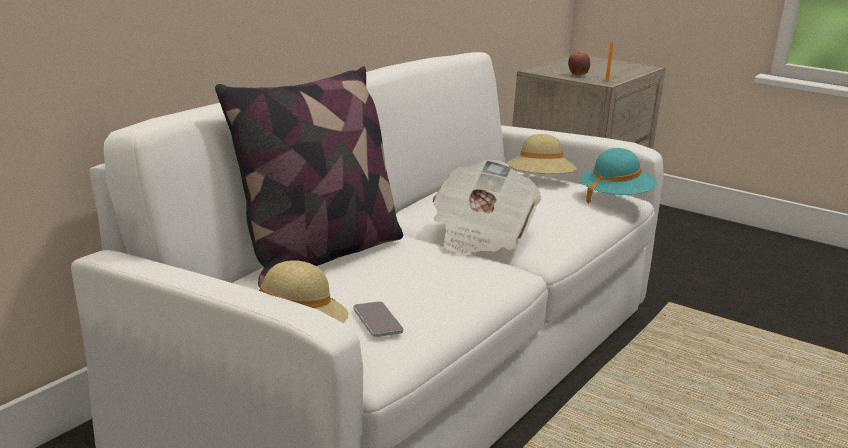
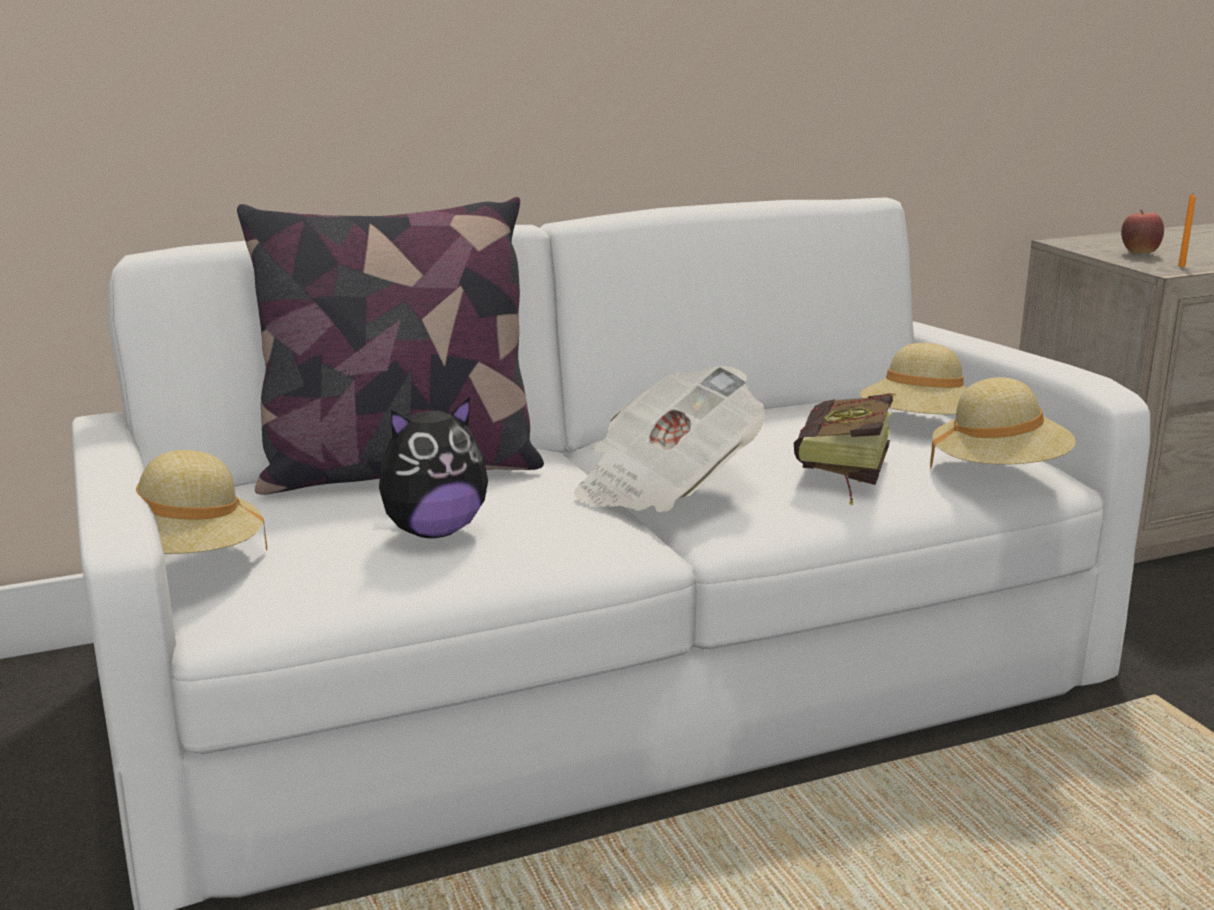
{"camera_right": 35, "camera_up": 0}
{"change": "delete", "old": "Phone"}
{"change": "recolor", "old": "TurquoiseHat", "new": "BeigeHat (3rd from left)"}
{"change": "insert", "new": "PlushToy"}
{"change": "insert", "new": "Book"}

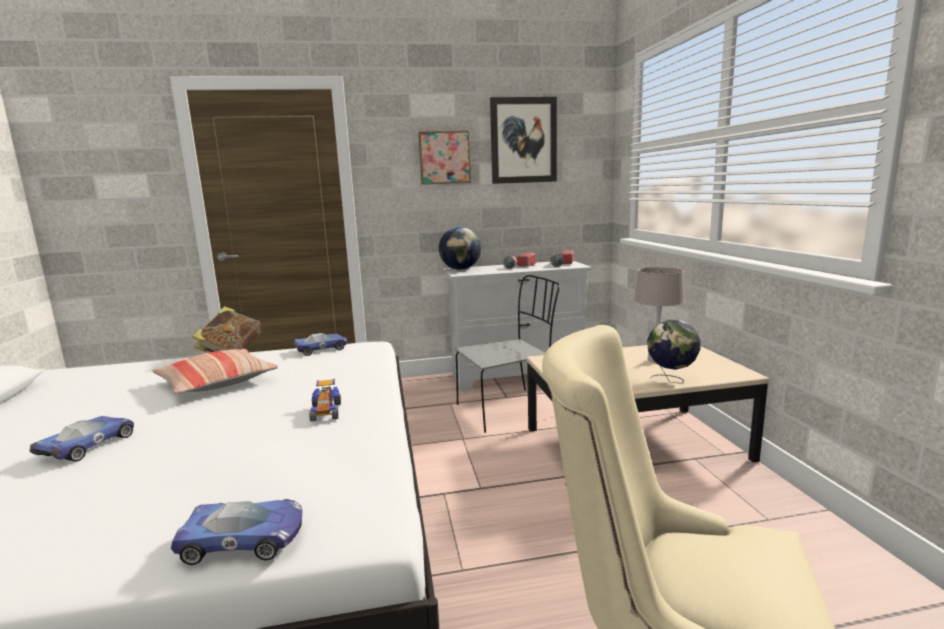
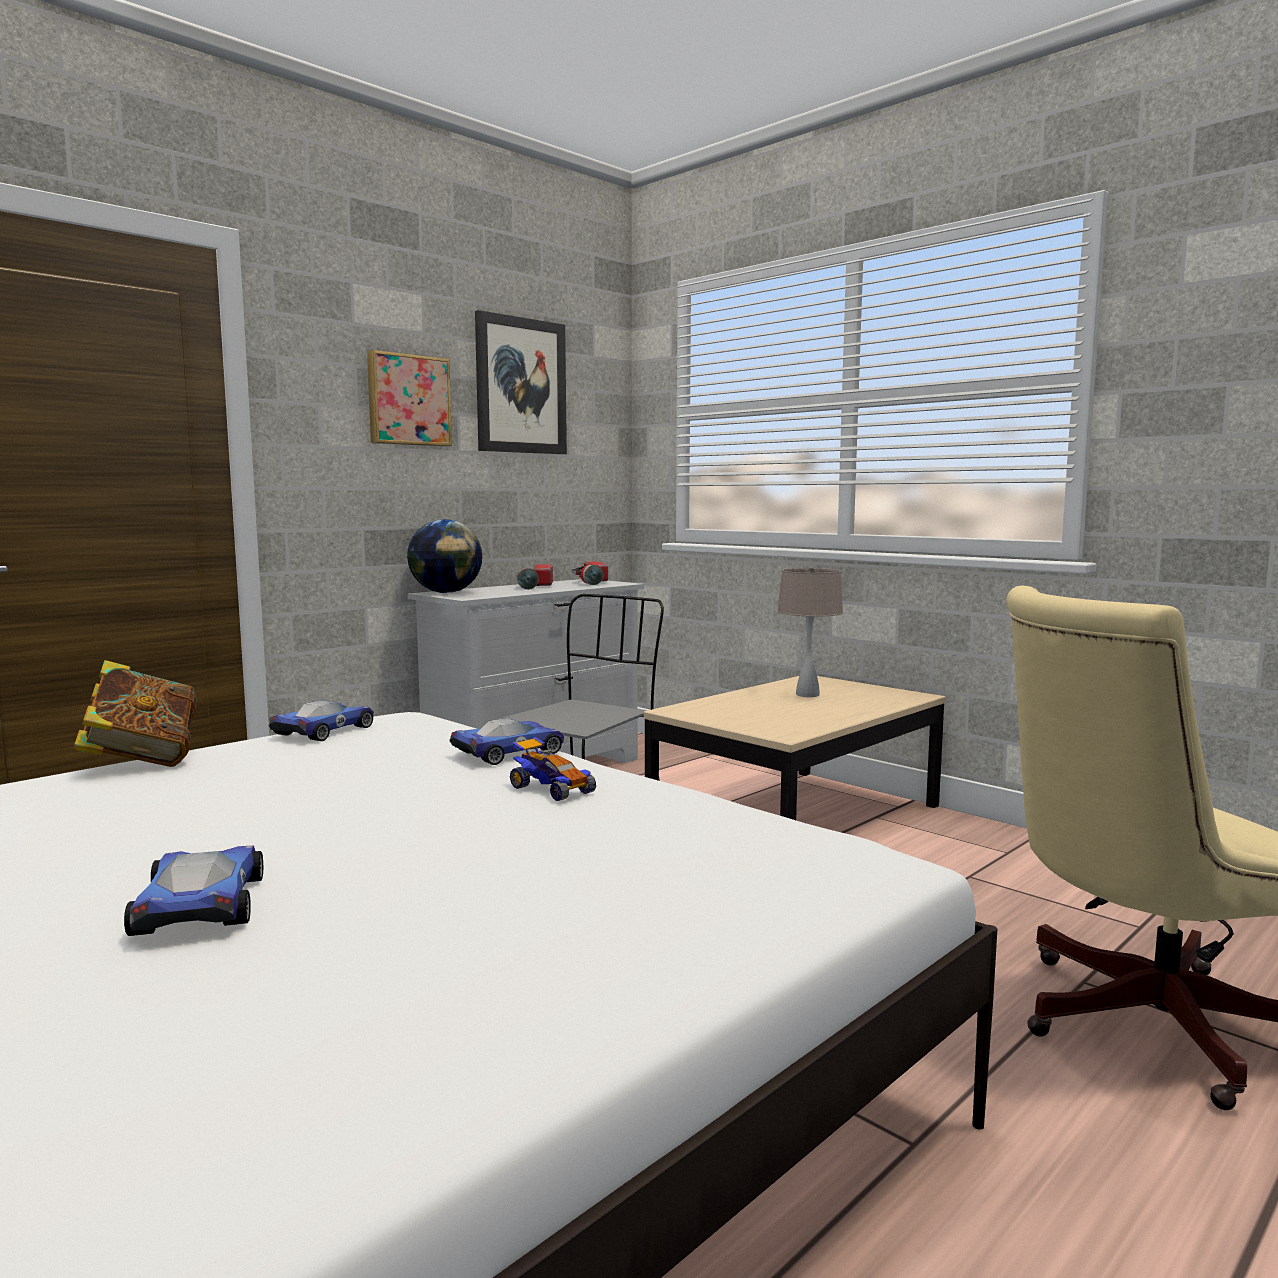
{"camera_right": -35, "camera_up": -5}
{"change": "delete", "old": "Pillow"}
{"change": "move", "old": "ToyCar (2nd from left in the first image)", "new": "ToyCar (3rd from left)"}
{"change": "delete", "old": "Globe (2nd from left)"}

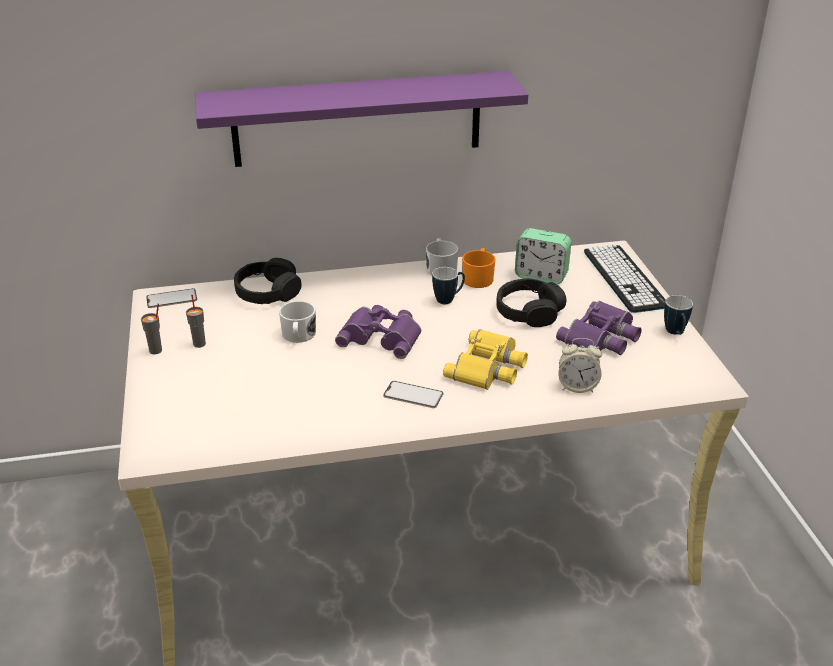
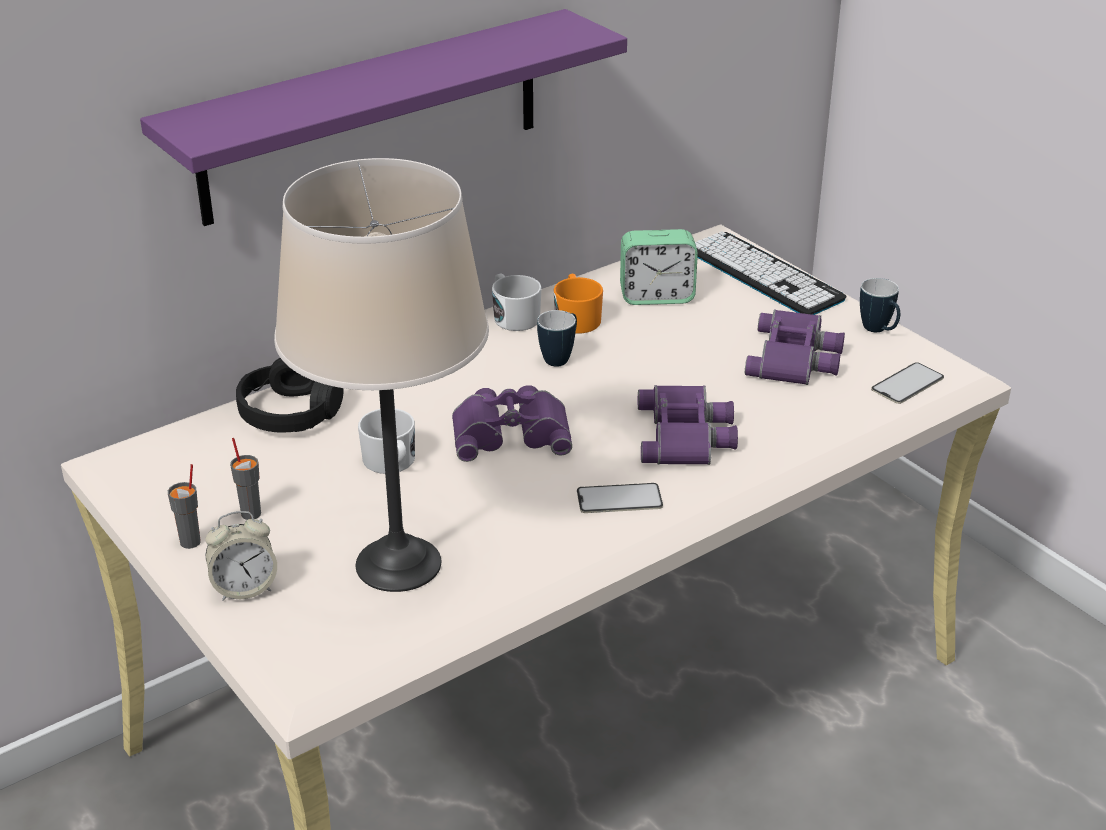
{"camera_right": -25, "camera_up": 0}
{"change": "move", "old": "Phone (1st from left in the first image)", "new": "Phone (2nd from left)"}
{"change": "recolor", "old": "YellowBinoculars", "new": "PurpleBinoculars (2nd from left)"}
{"change": "delete", "old": "BlackHeadphones (2nd from left)"}
{"change": "move", "old": "AlarmClock (2nd from left in the first image)", "new": "AlarmClock (1st from left)"}
{"change": "insert", "new": "BeigeTableLamp"}

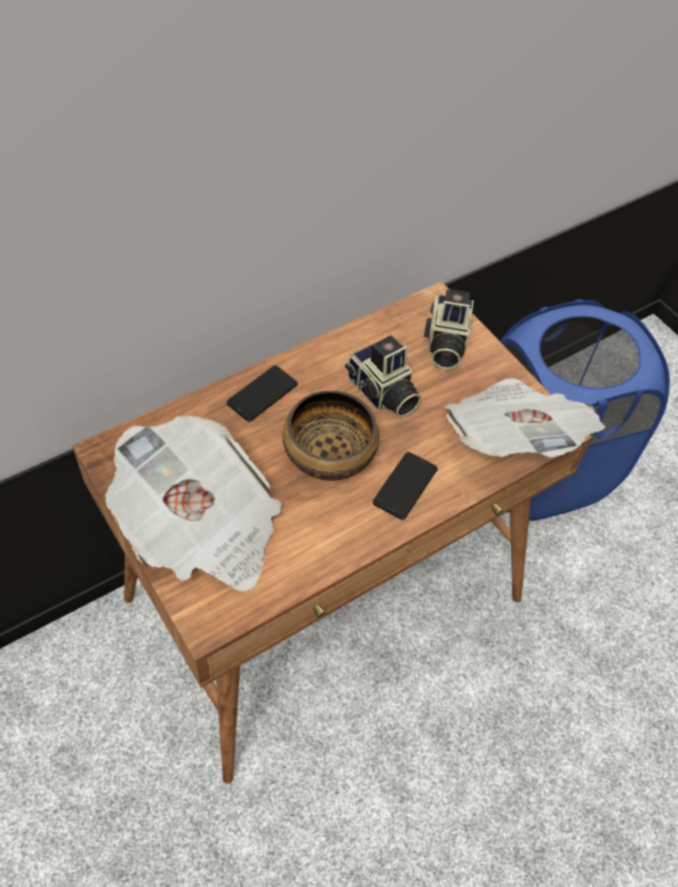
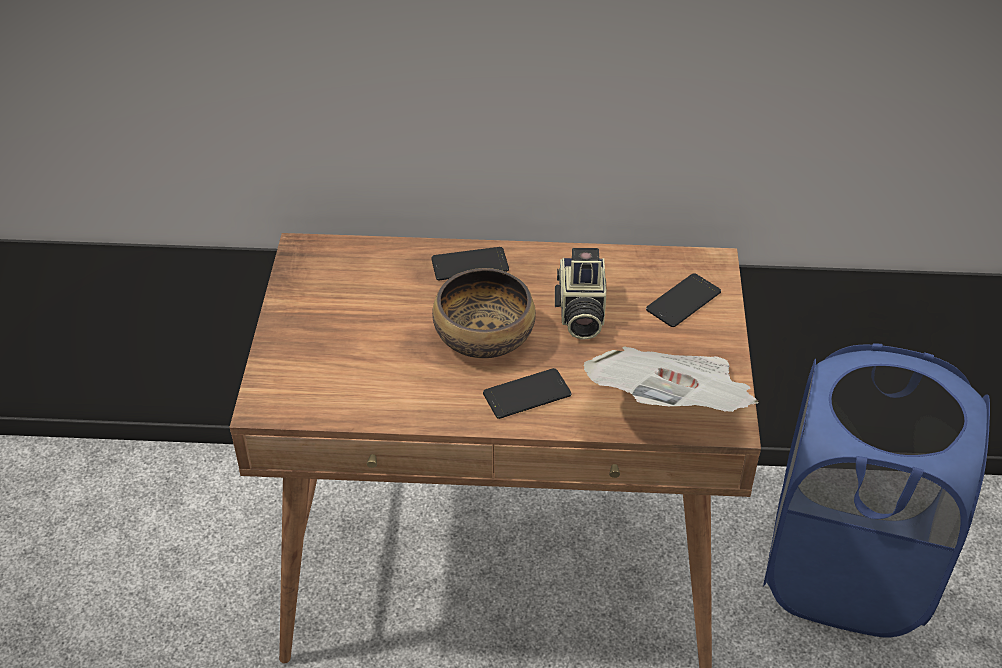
{"camera_right": 40, "camera_up": -10}
{"change": "delete", "old": "Newspaper (1st from left)"}
{"change": "replace", "old": "PhotoCamera (2nd from left)", "new": "Phone (3rd from left)"}

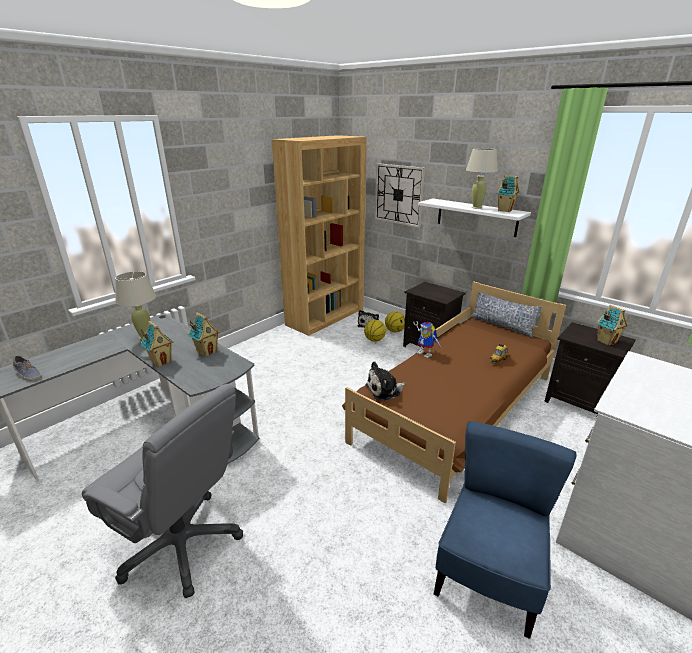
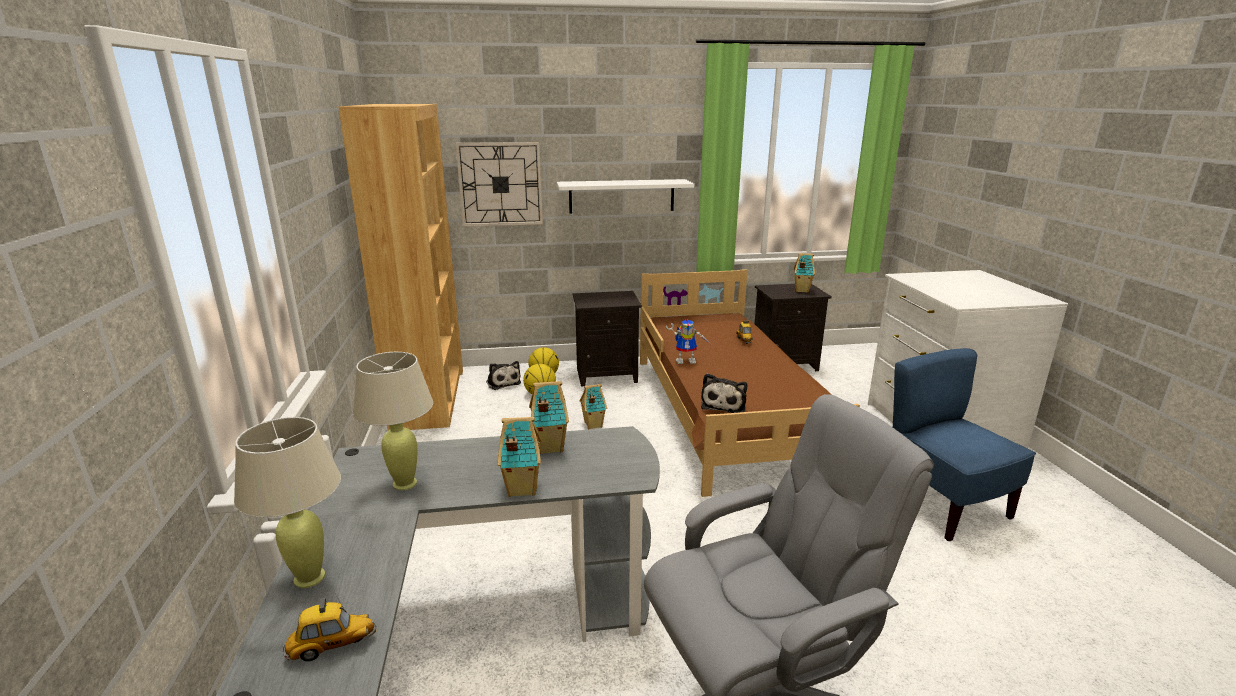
{"camera_right": -50, "camera_up": -5}
{"change": "replace", "old": "Shoe", "new": "ToyCar (1st from left)"}
{"change": "move", "old": "BeigeTableLamp (2nd from left in the first image)", "new": "BeigeTableLamp (1st from left)"}
{"change": "delete", "old": "Pillow"}
{"change": "move", "old": "ToyHouse (3rd from left)"}

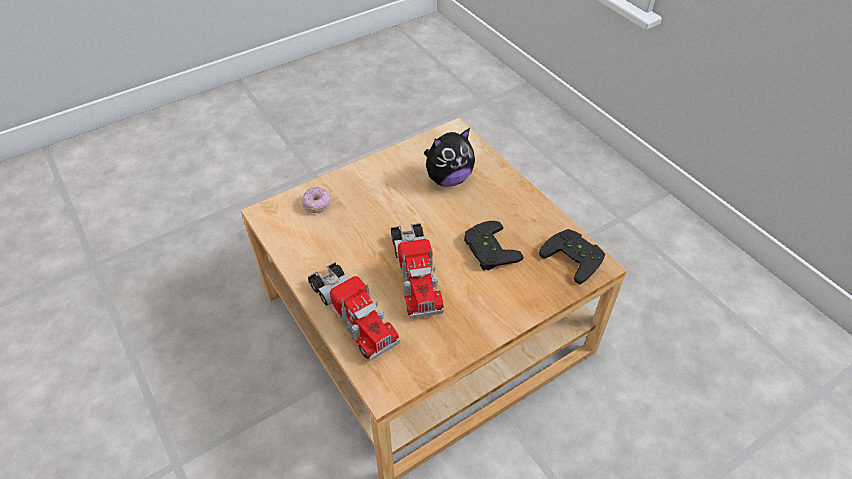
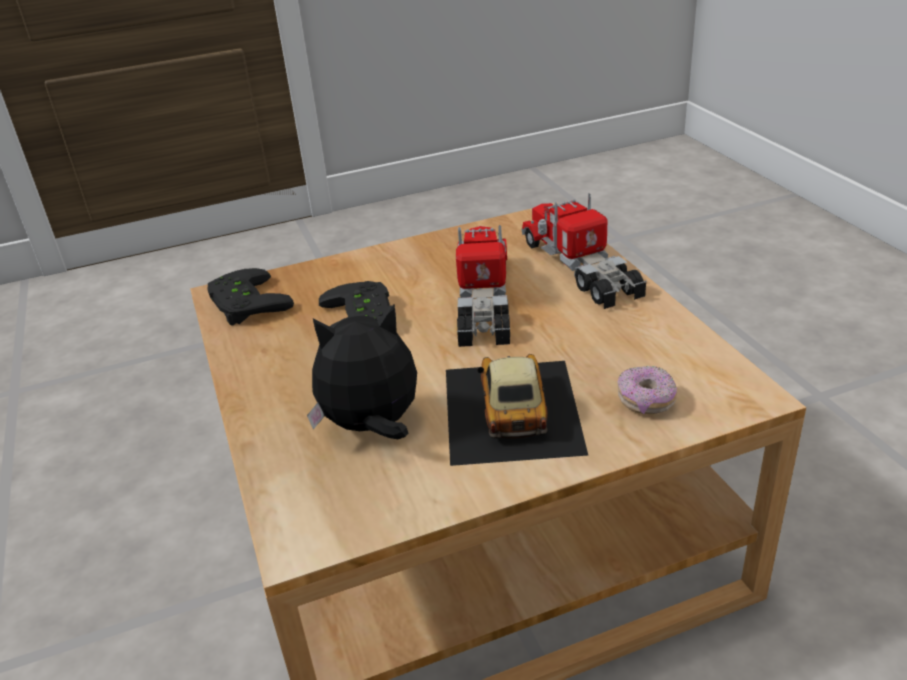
{"camera_right": -165, "camera_up": -15}
{"change": "insert", "new": "ToyCar"}

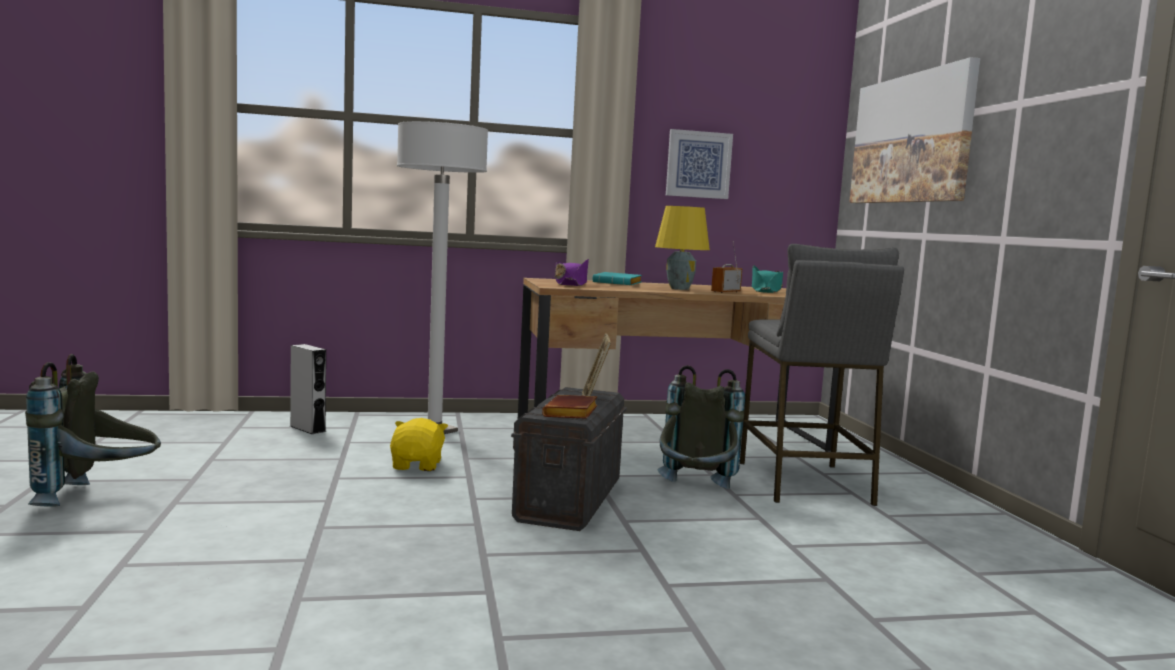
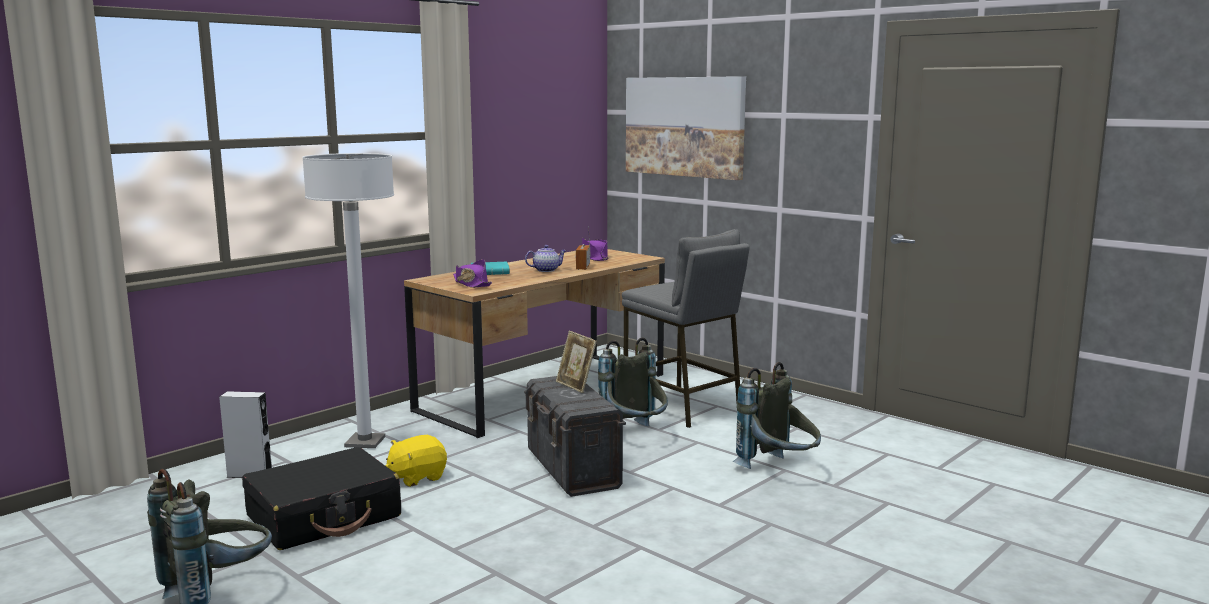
{"camera_right": -35, "camera_up": 5}
{"change": "rotate", "old": "YellowPlushToy", "degrees": -90}
{"change": "delete", "old": "BrownBook"}
{"change": "replace", "old": "YellowTableLamp", "new": "Teapot"}
{"change": "delete", "old": "Picture (1st from left)"}
{"change": "recolor", "old": "TurquoiseHat", "new": "PurpleHat (2nd from left)"}
{"change": "insert", "new": "BlackSuitcase"}
{"change": "insert", "new": "GreyBackpack (3rd from left)"}

